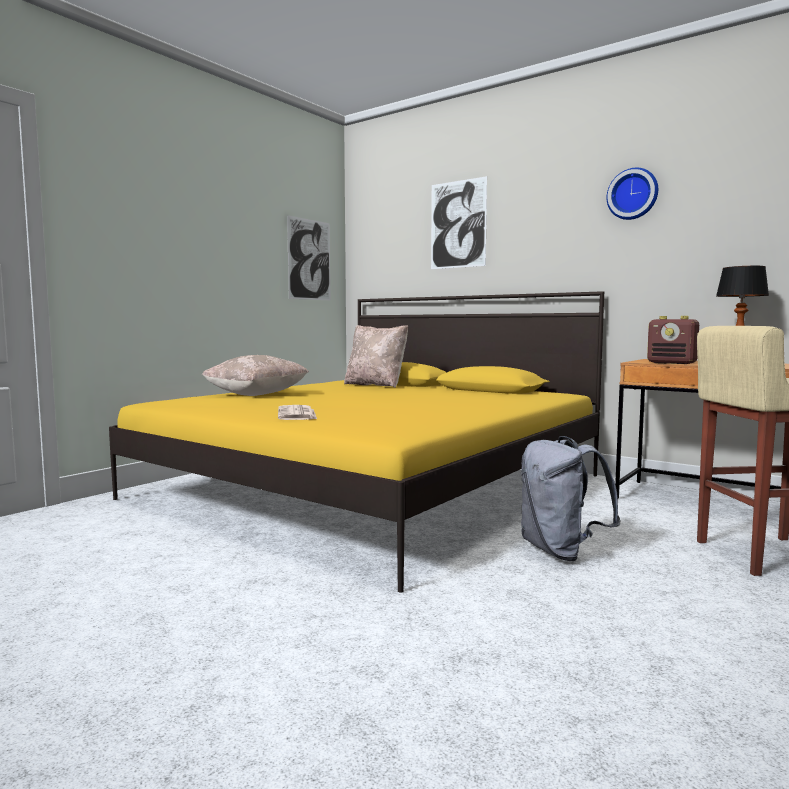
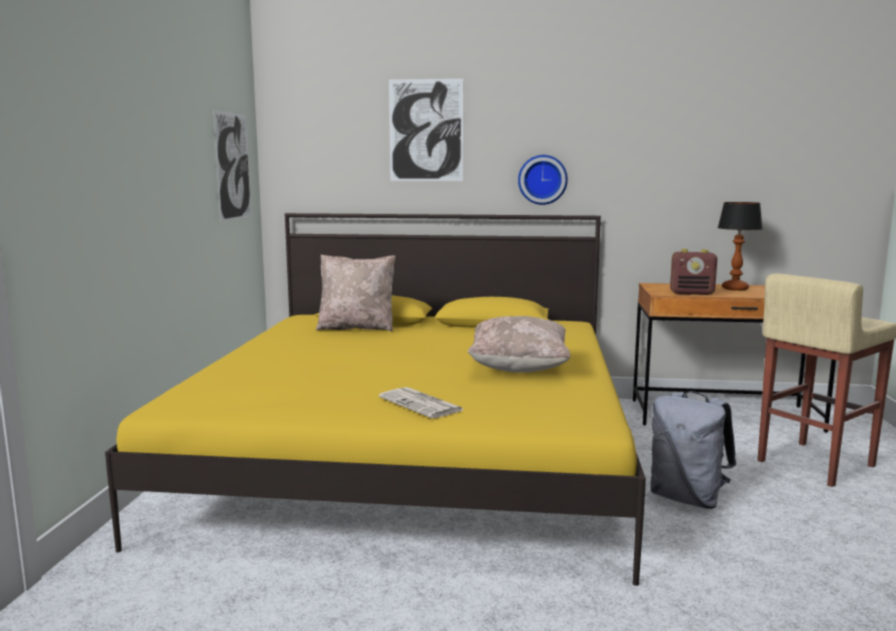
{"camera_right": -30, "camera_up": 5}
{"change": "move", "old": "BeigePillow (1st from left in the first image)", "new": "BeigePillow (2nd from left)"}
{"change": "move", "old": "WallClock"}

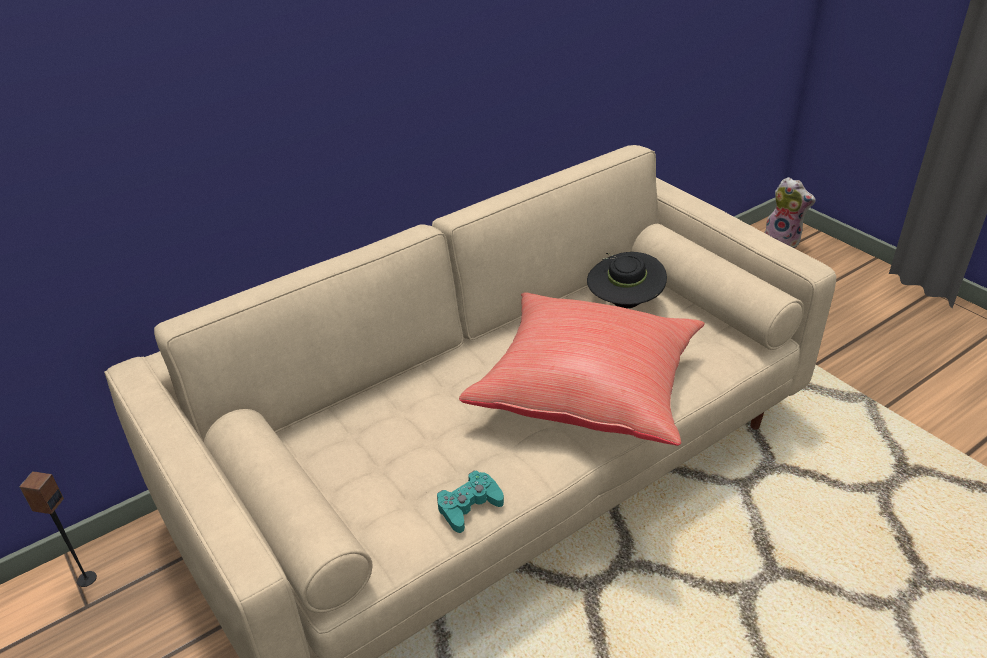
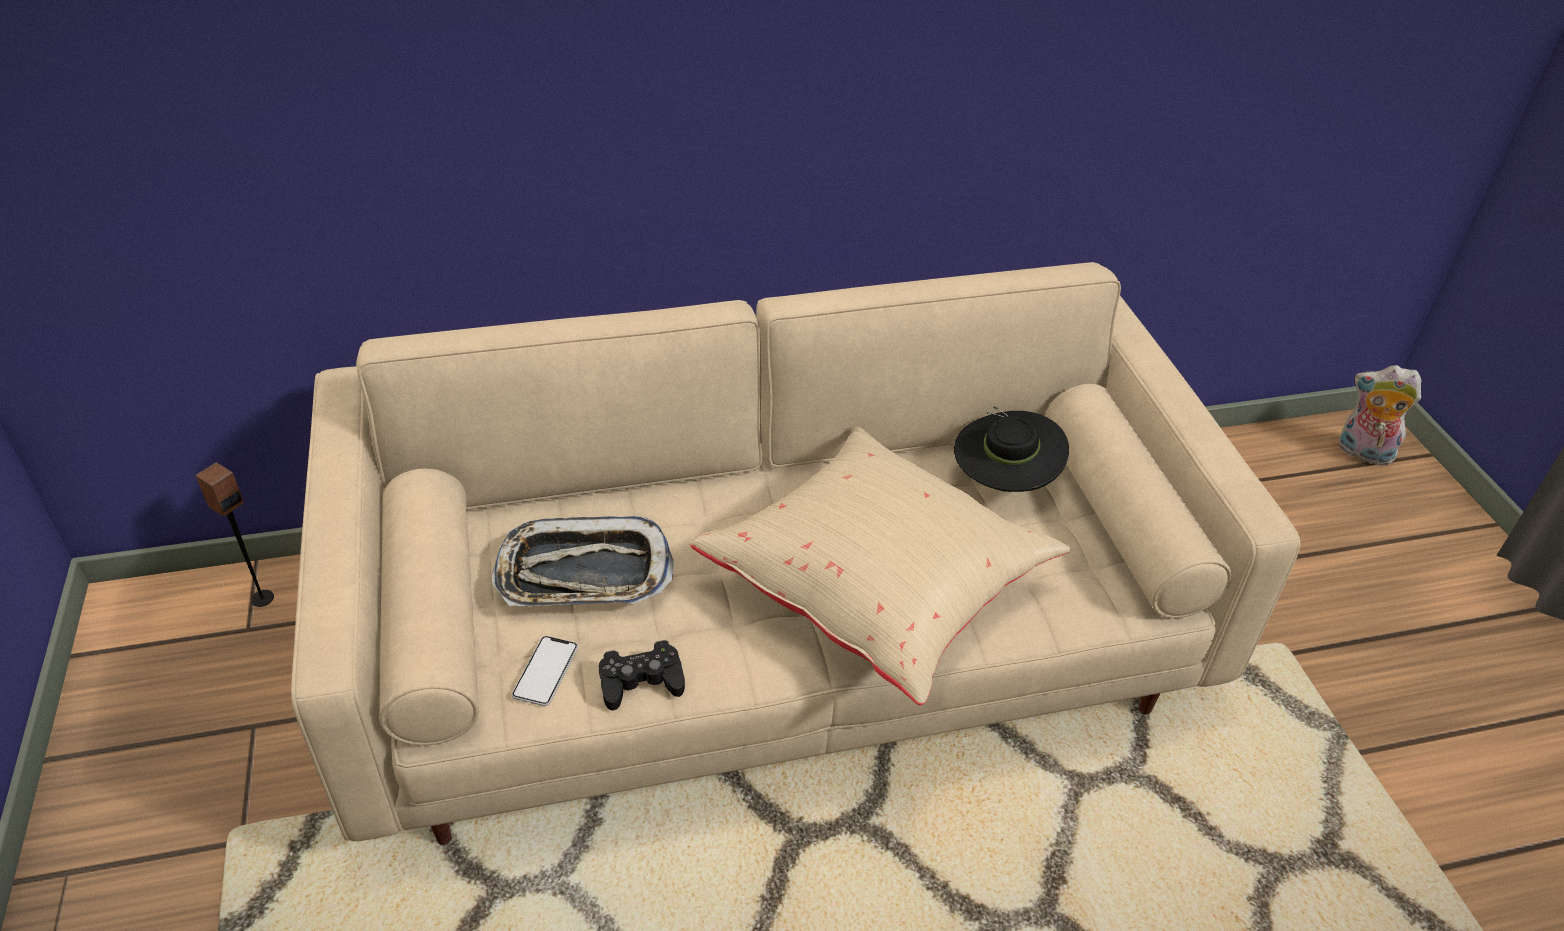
{"camera_right": 20, "camera_up": 5}
{"change": "recolor", "old": "TurquoiseGameController", "new": "BlackGameController"}
{"change": "recolor", "old": "RedPillow", "new": "BeigePillow"}
{"change": "rotate", "old": "PlushToy", "degrees": 150}
{"change": "insert", "new": "Tray"}
{"change": "insert", "new": "Phone"}

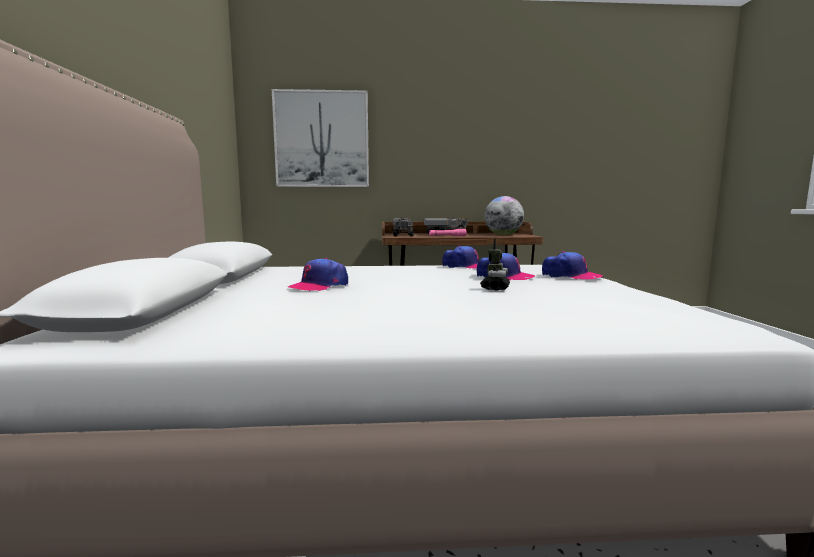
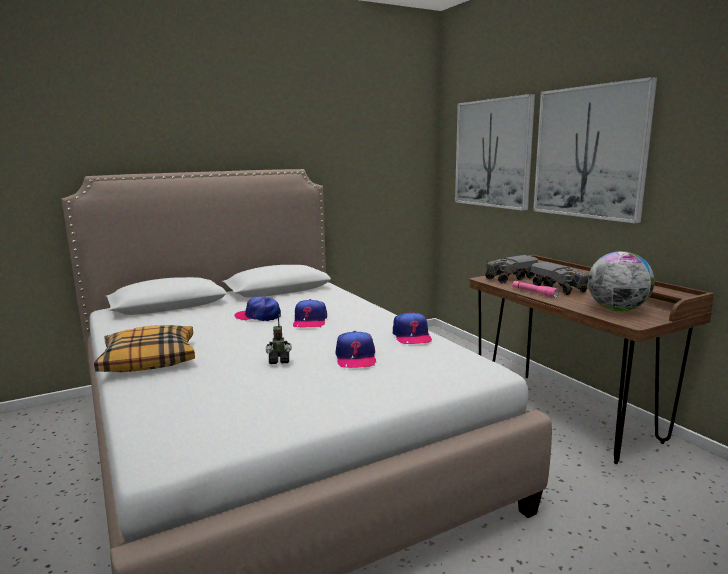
{"camera_right": 65, "camera_up": 5}
{"change": "move", "old": "Cap (4th from left in the first image)", "new": "Cap (2nd from left)"}
{"change": "insert", "new": "Pillow"}
{"change": "insert", "new": "Picture (2nd from left)"}

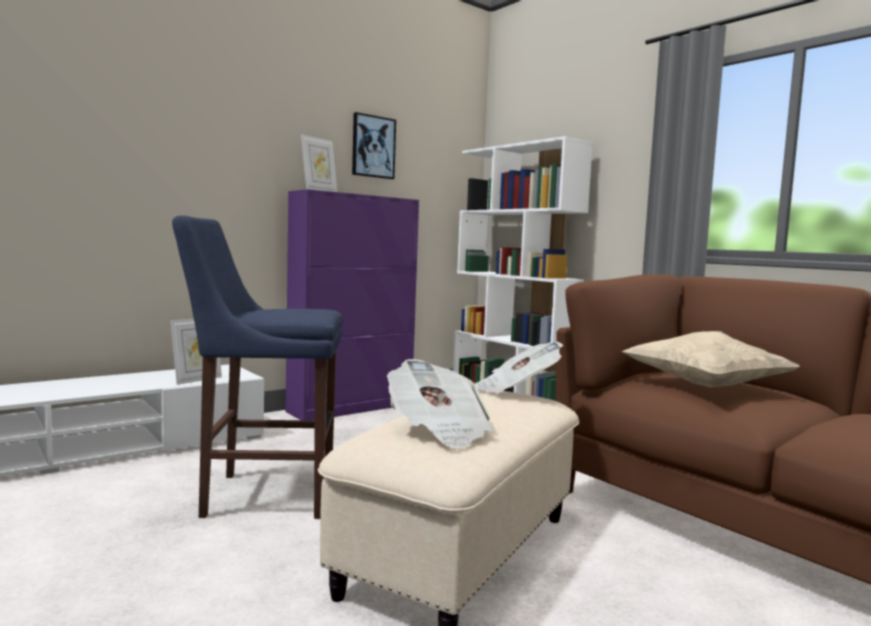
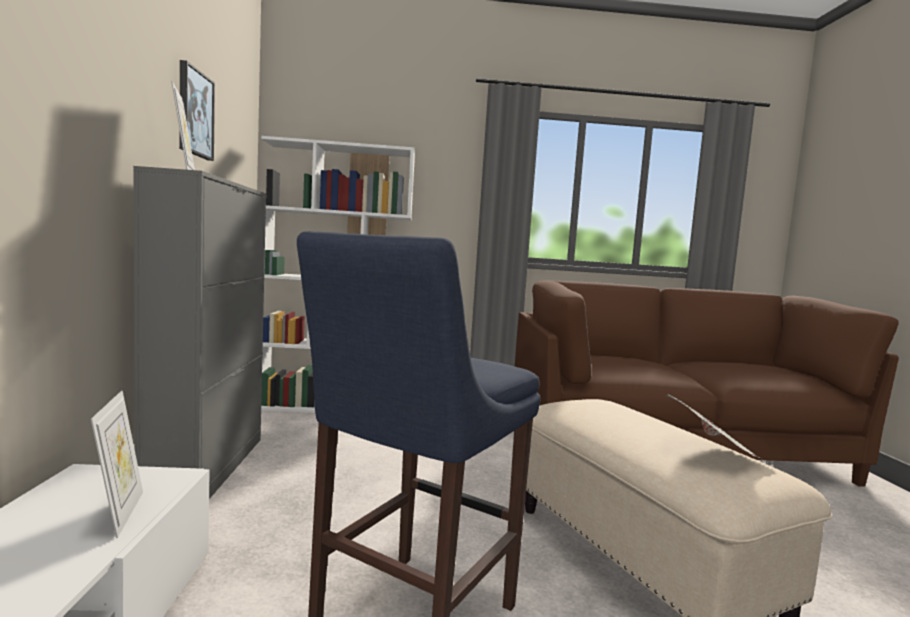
{"camera_right": -55, "camera_up": 0}
{"change": "recolor", "old": "PurpleCabinet", "new": "GreyCabinet"}
{"change": "delete", "old": "Newspaper (2nd from left)"}
{"change": "delete", "old": "BeigePillow"}

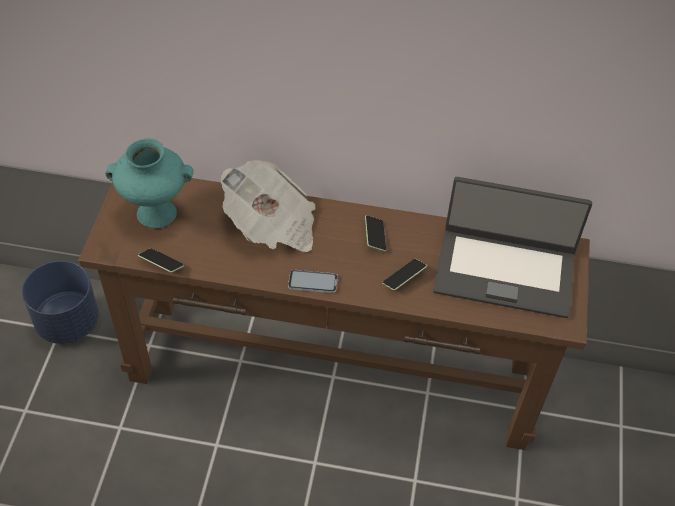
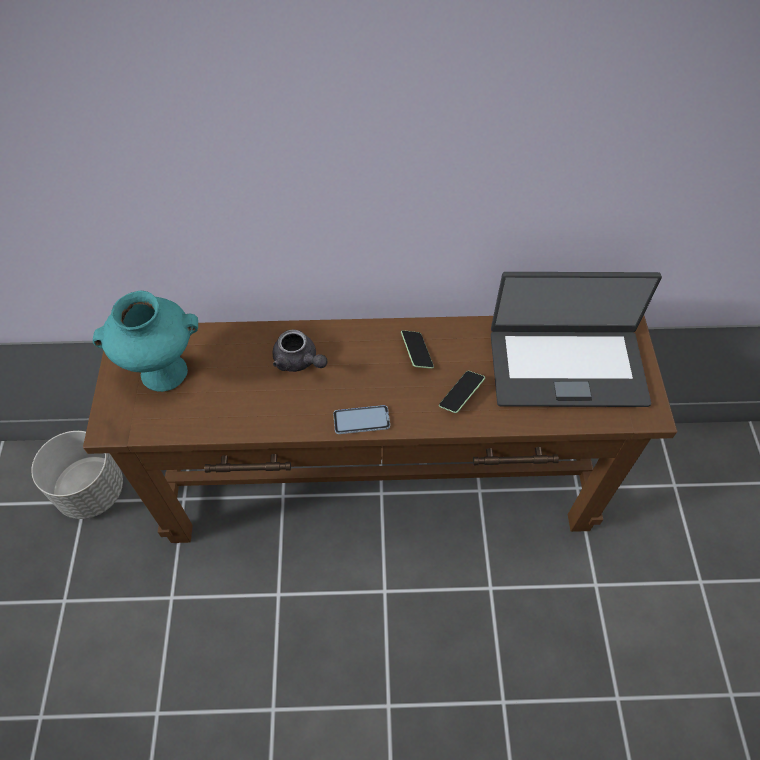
{"camera_right": -10, "camera_up": 5}
{"change": "recolor", "old": "BluePlanter", "new": "GreyPlanter"}
{"change": "delete", "old": "Phone (1st from left)"}
{"change": "replace", "old": "Newspaper", "new": "GreyTeapot"}

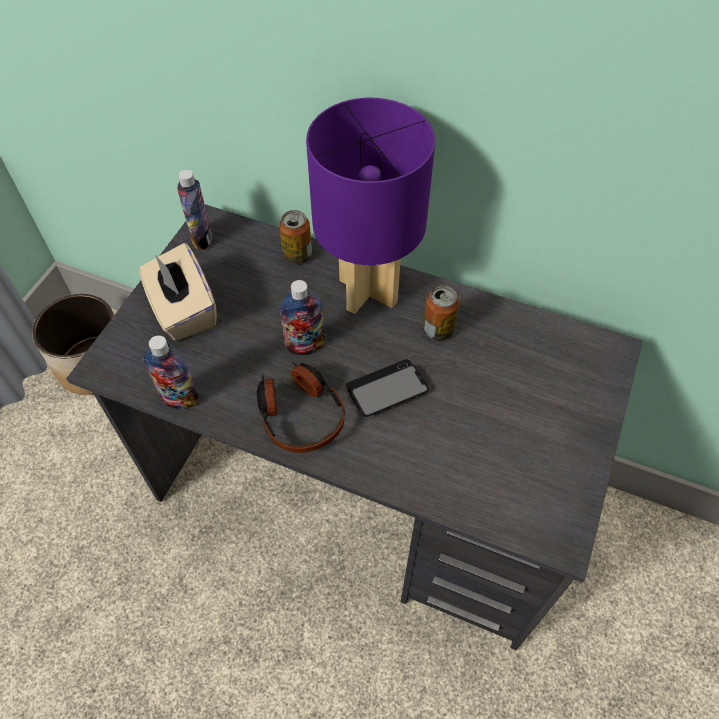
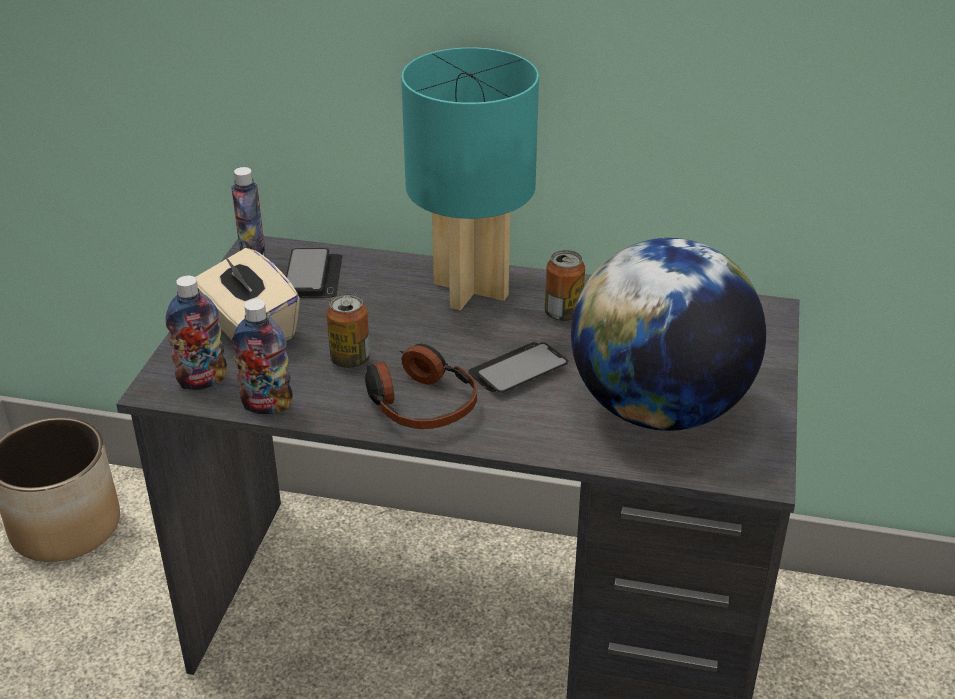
{"camera_right": -10, "camera_up": -20}
{"change": "move", "old": "Can (1st from left)"}
{"change": "move", "old": "Bottle (3rd from left in the first image)", "new": "Bottle (1st from left)"}
{"change": "recolor", "old": "PurpleTableLamp", "new": "TurquoiseTableLamp"}
{"change": "insert", "new": "Phone (1st from left)"}
{"change": "insert", "new": "Globe"}

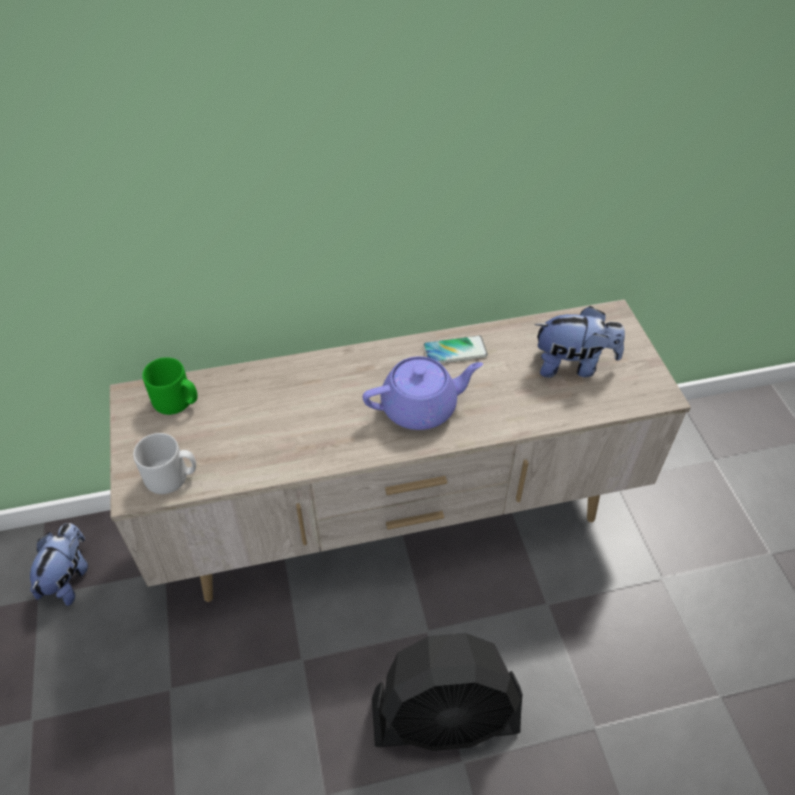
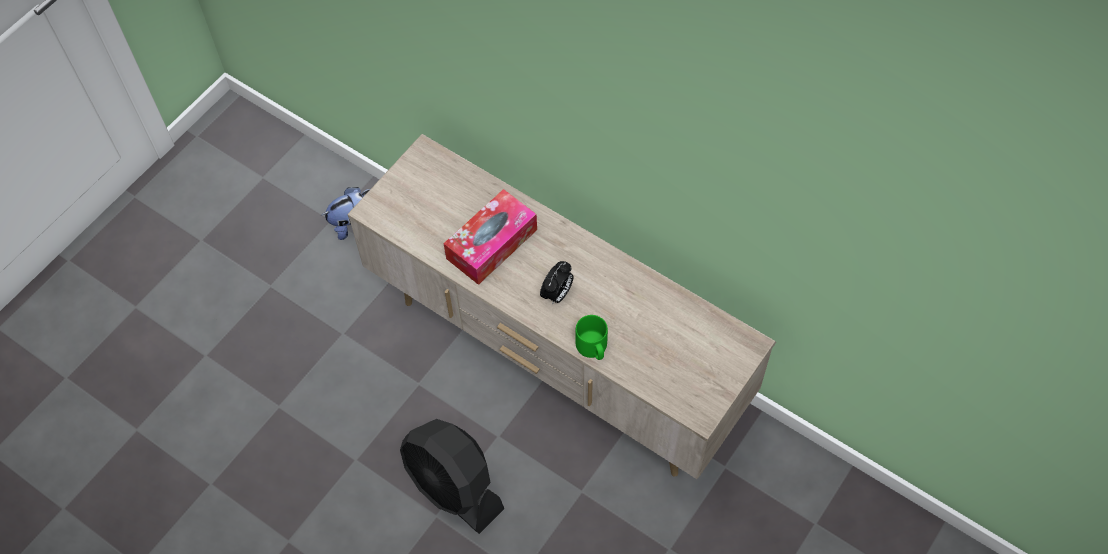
{"camera_right": 50, "camera_up": 10}
{"change": "delete", "old": "GreyMug"}
{"change": "move", "old": "GreenMug"}
{"change": "replace", "old": "PurpleTeapot", "new": "AlarmClock"}
{"change": "delete", "old": "Phone"}
{"change": "delete", "old": "PlushToy (2nd from left)"}
{"change": "insert", "new": "TissueBox"}

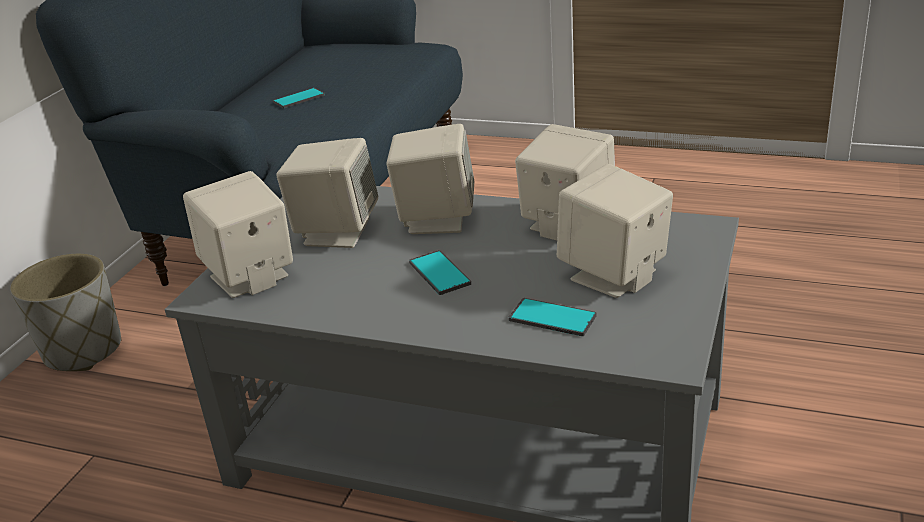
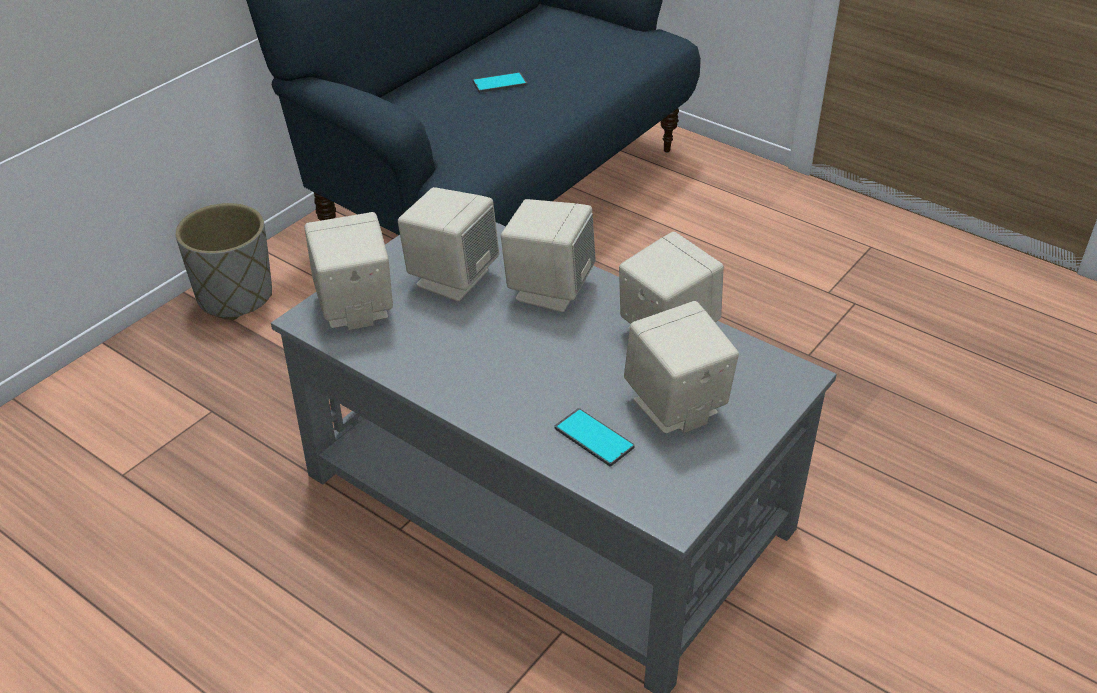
{"camera_right": 15, "camera_up": 10}
{"change": "delete", "old": "Phone (2nd from left)"}

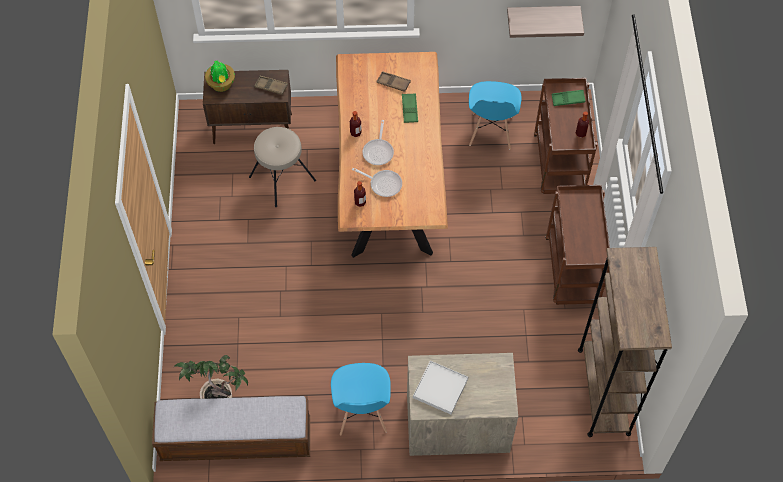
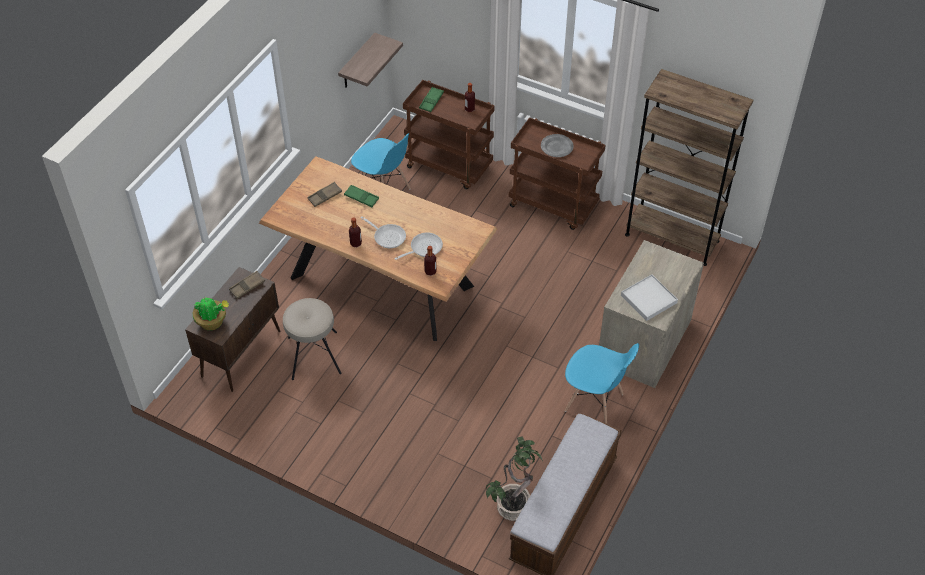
{"camera_right": -60, "camera_up": -10}
{"change": "insert", "new": "GreyPlate"}

